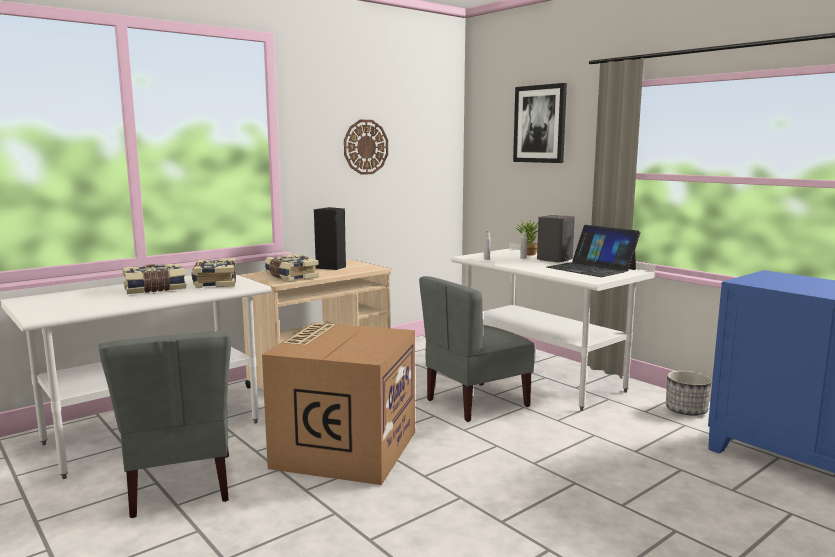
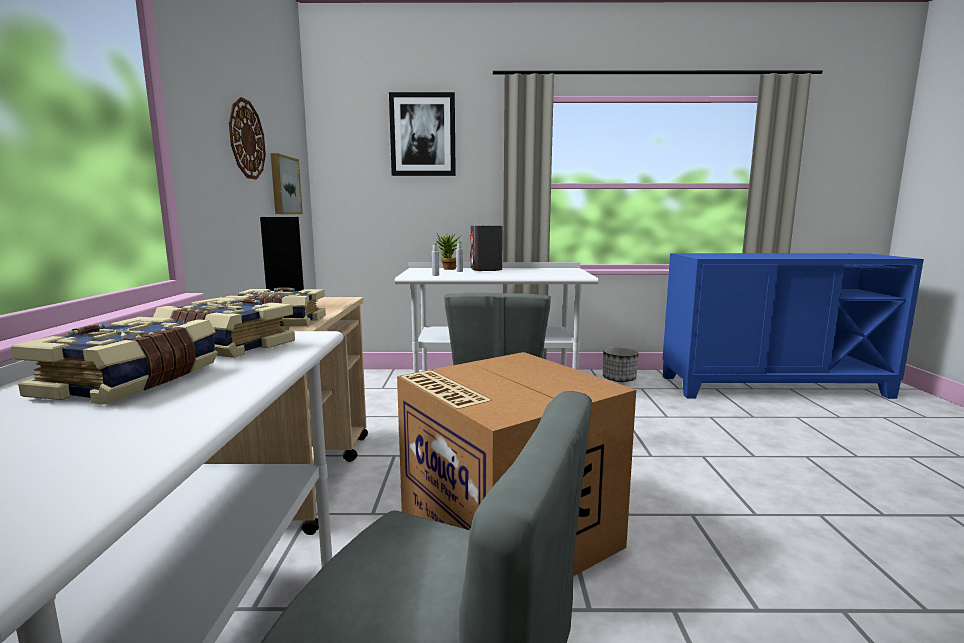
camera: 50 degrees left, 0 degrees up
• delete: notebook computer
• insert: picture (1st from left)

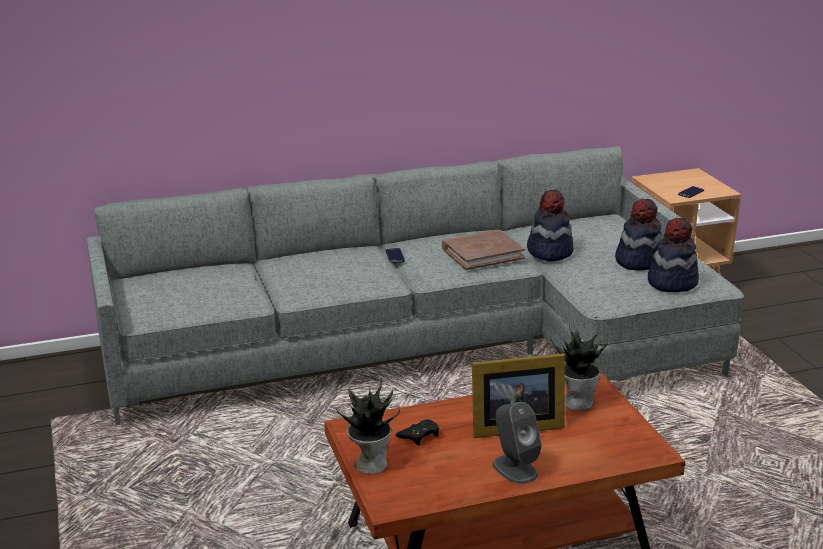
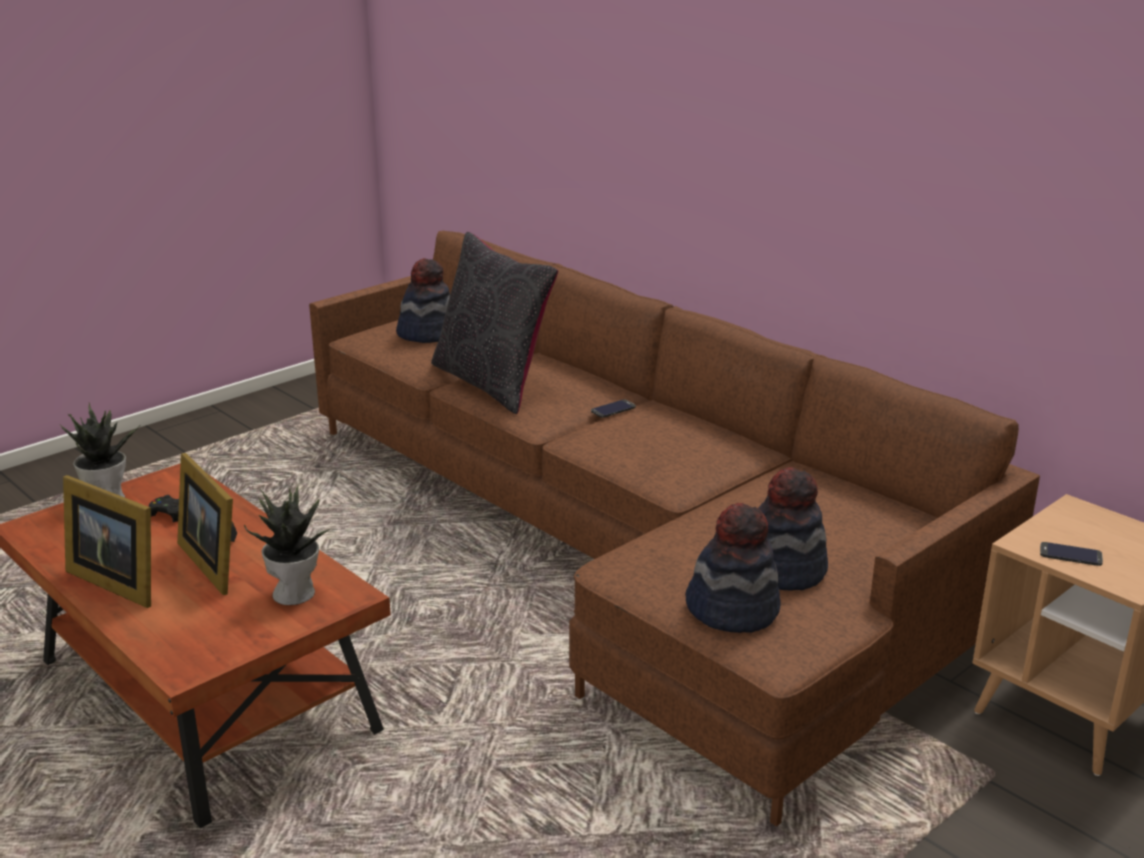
camera: 65 degrees right, 0 degrees up
• delete: brown-coloured bound book
• insert: blackish throw pillow
• move: hat (1st from left)
• replace: gray speaker to standing frame (1st from left)
• recolor: gray couch to brown-coloured couch

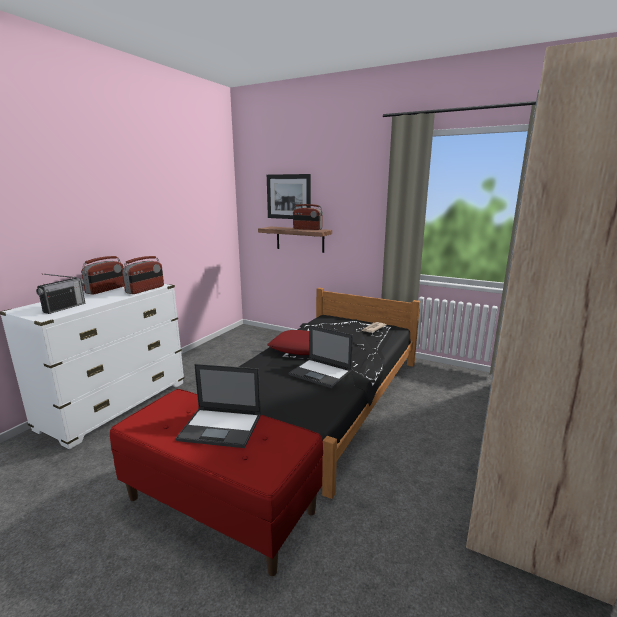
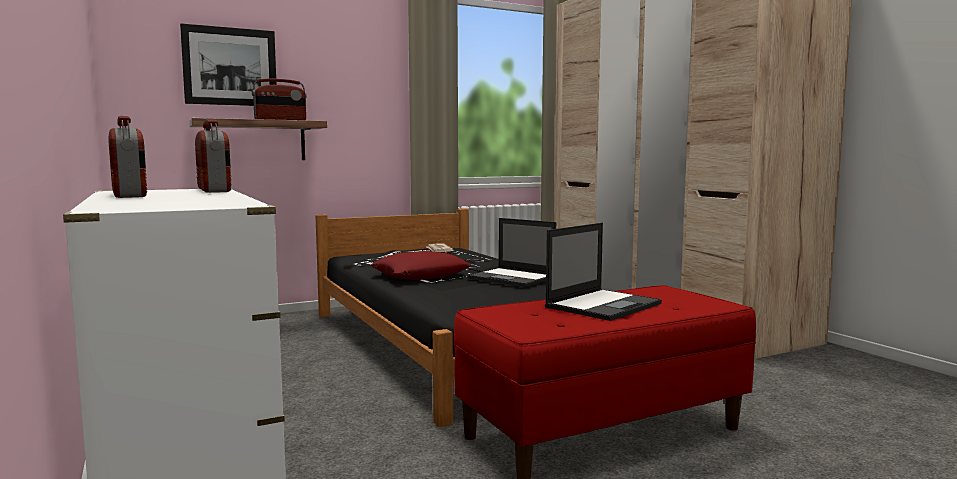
camera: 55 degrees left, 10 degrees down
• delete: radio set (1st from left)
• rotate: notebook computer (2nd from left in the first image) 60 degrees clockwise

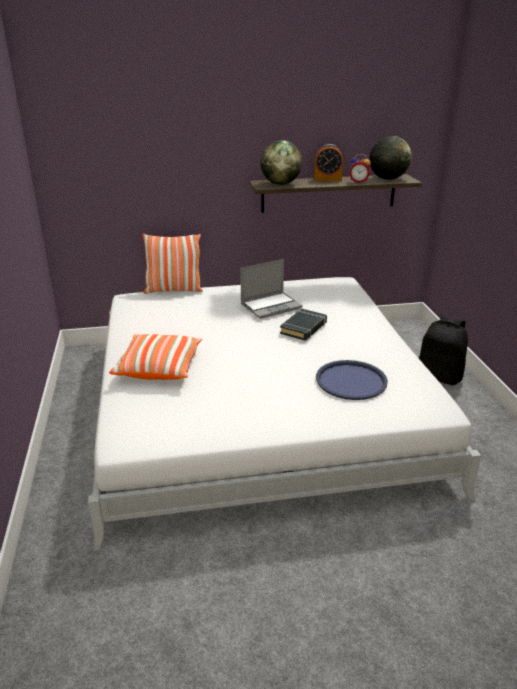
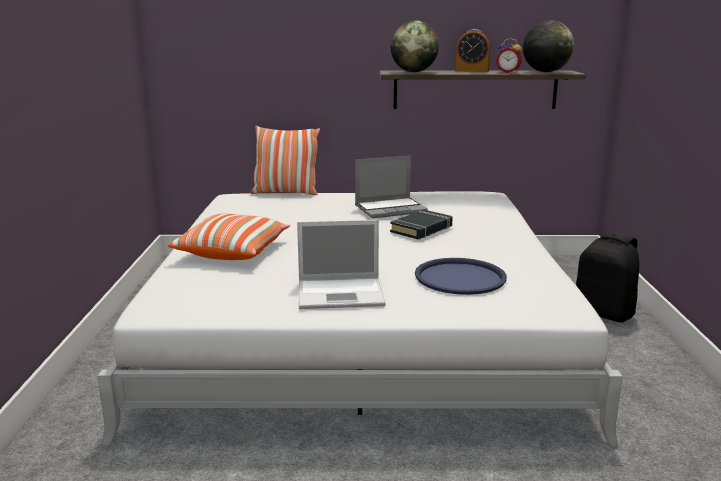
camera: 10 degrees right, 10 degrees down
• insert: notebook computer (1st from left)

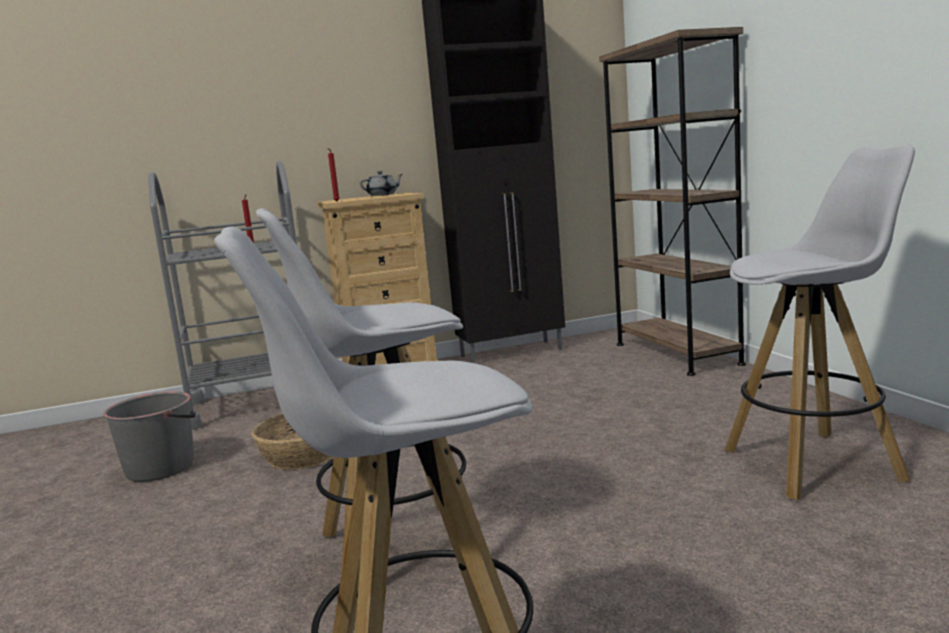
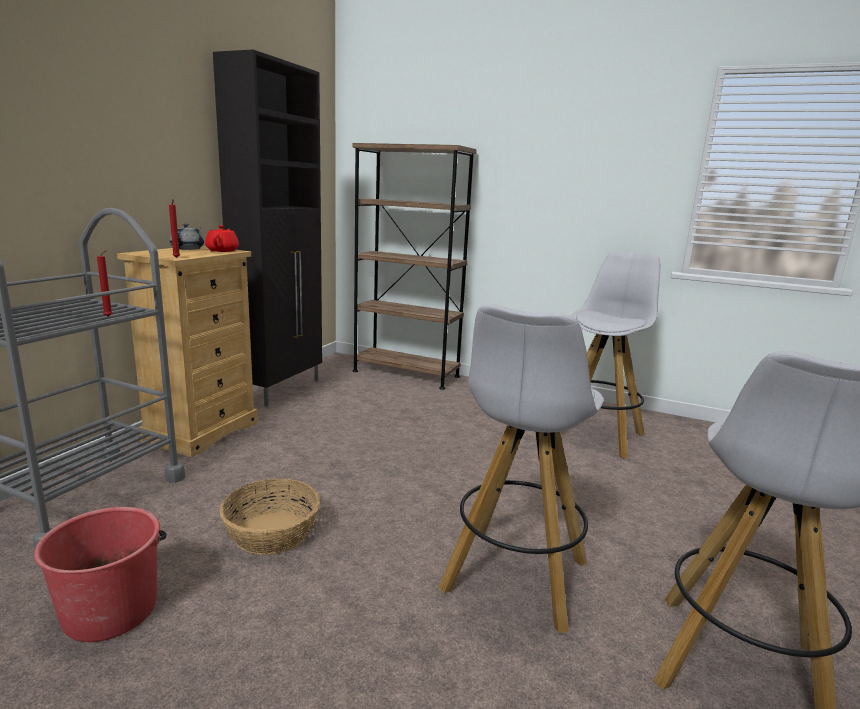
camera: 50 degrees left, 5 degrees up
• insert: reddish pot for tea
• recolor: gray water bucket to reddish water bucket

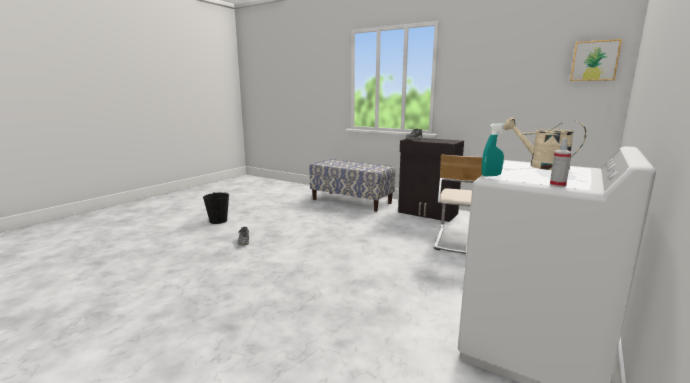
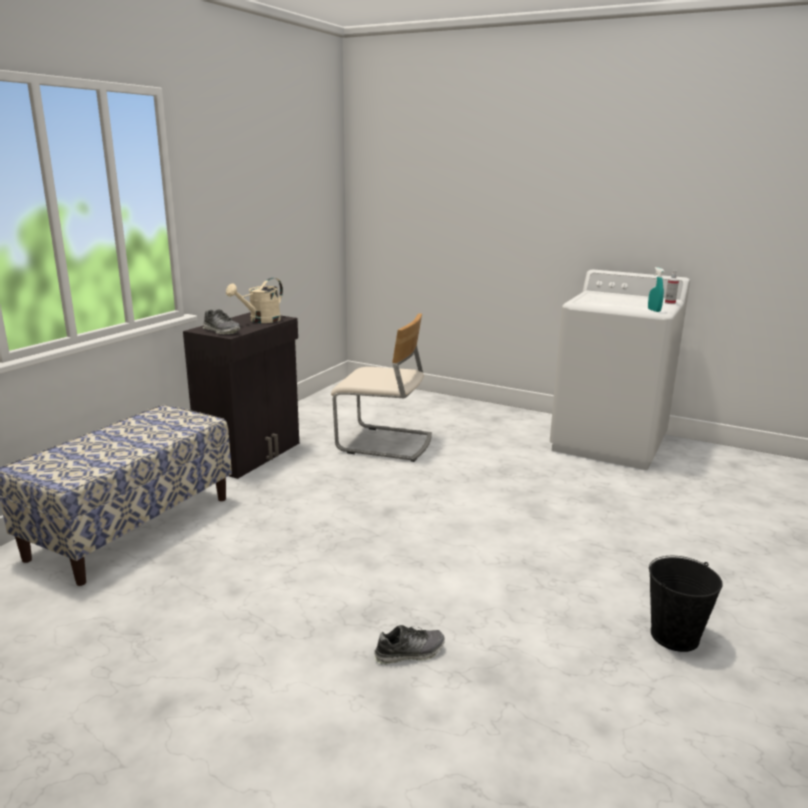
camera: 95 degrees left, 5 degrees up
• delete: picture
• move: blackish water bucket
• move: sand-coloured watering can

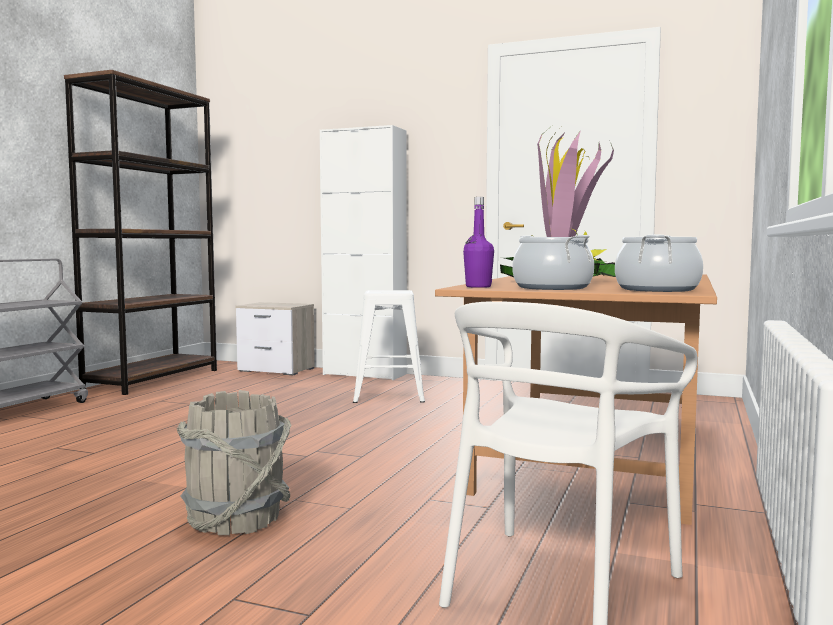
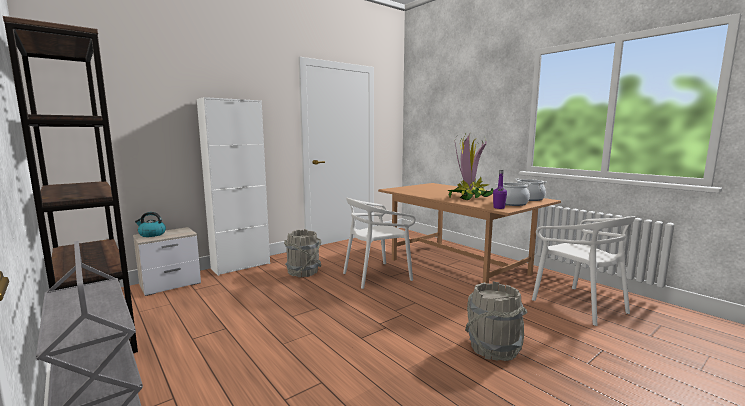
camera: 60 degrees left, 5 degrees up
• insert: tea kettle
• insert: white-coloured upright chair (1st from left)
• replace: white-coloured stool to gray water bucket (1st from left)

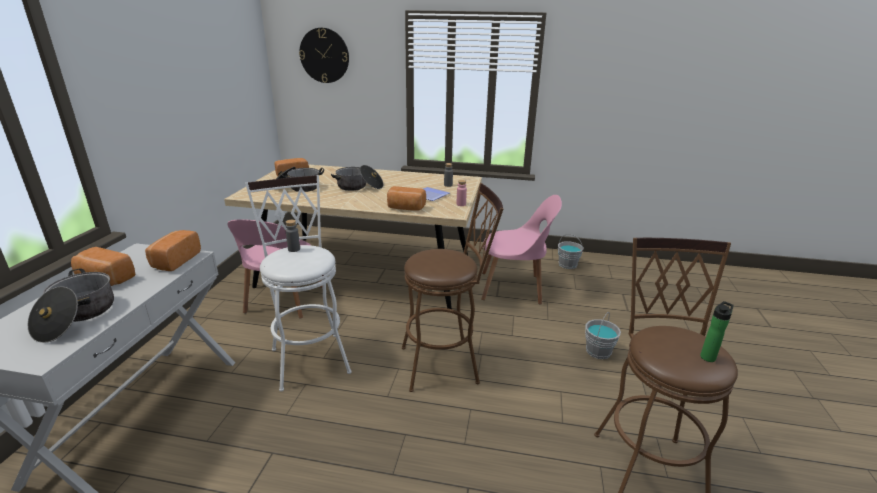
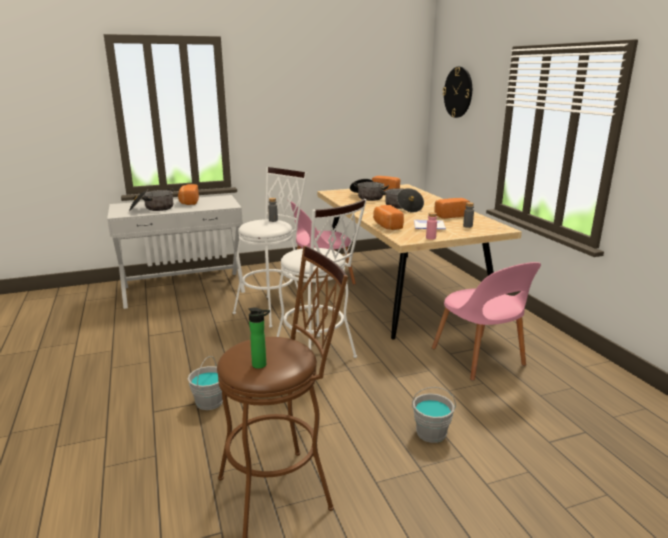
camera: 60 degrees right, 5 degrees down
• move: baked bread (2nd from left in the first image) to baked bread (4th from left)
• move: gray water bucket (1st from left)
• recolor: brown-coloured stool (1st from left) to white-coloured stool (2nd from left)

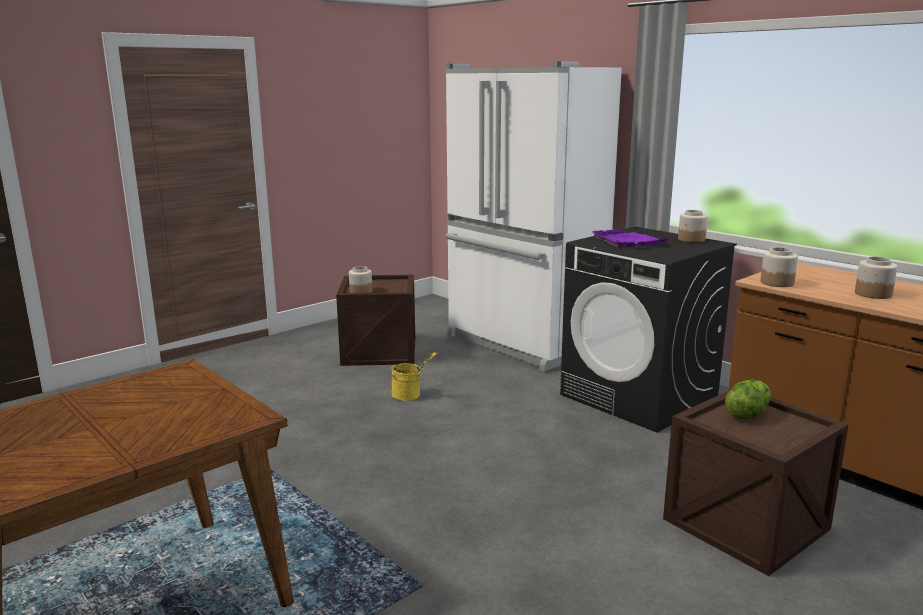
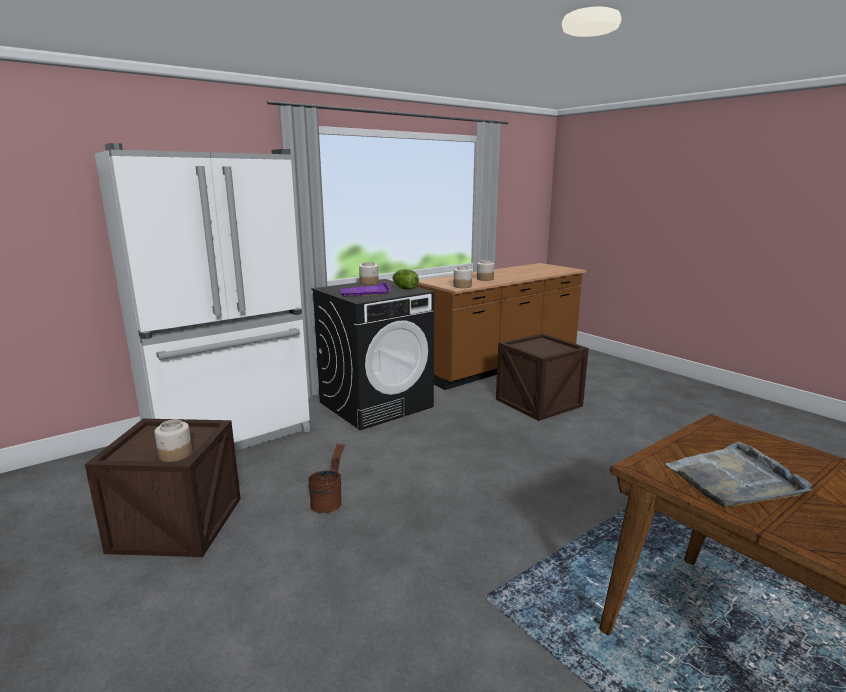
camera: 85 degrees left, 0 degrees up
• insert: gray carrying tray
• move: head of lettuce
• recolor: yellowish water bucket to brown-coloured water bucket

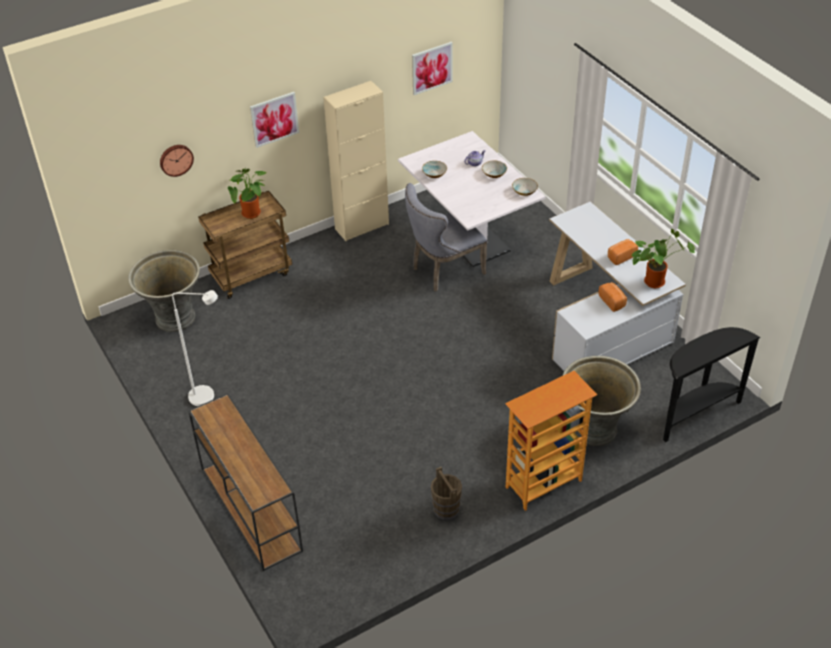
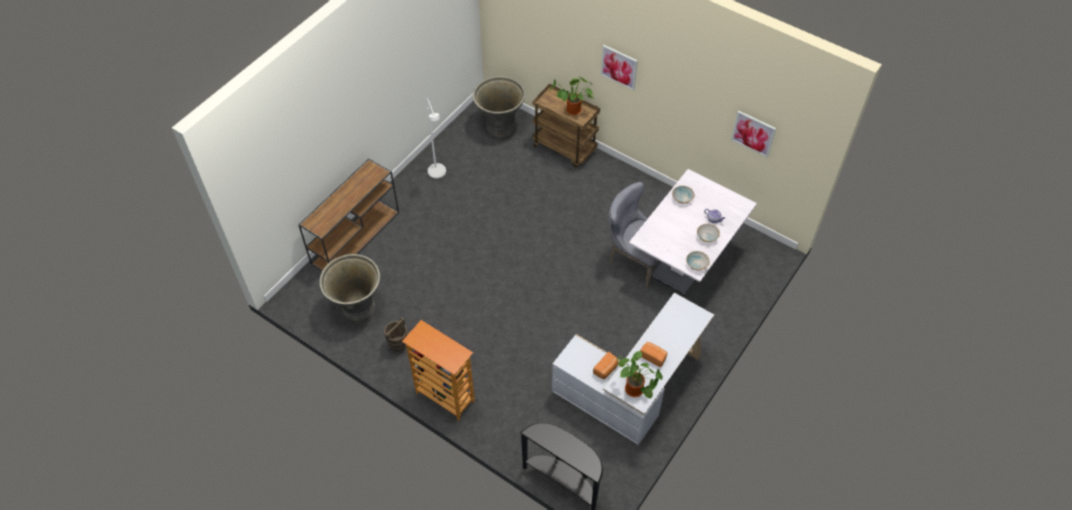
camera: 65 degrees right, 10 degrees up
• delete: clock on the wall
• delete: sand-coloured cabinet
• move: gray plant pot (2nd from left in the first image) to gray plant pot (1st from left)

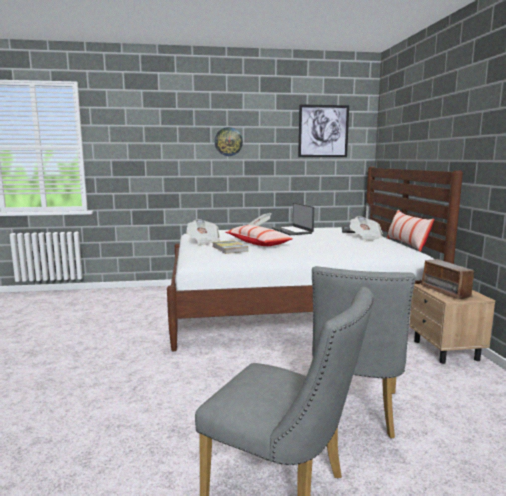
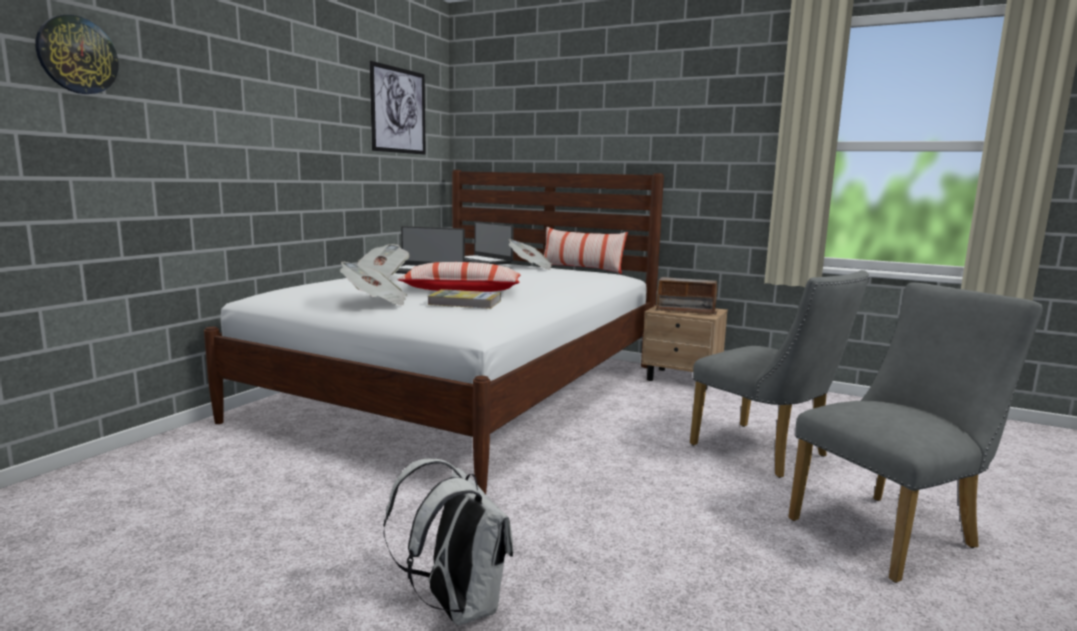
camera: 55 degrees left, 0 degrees up
• insert: white-coloured backpack
• move: clock on the wall

